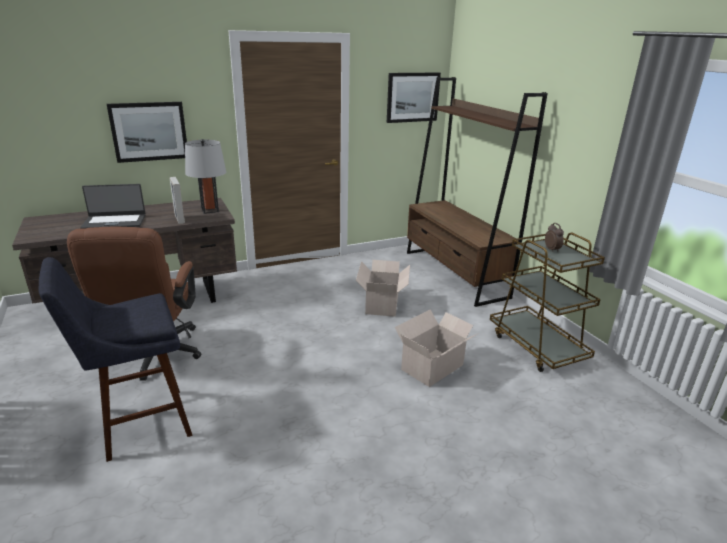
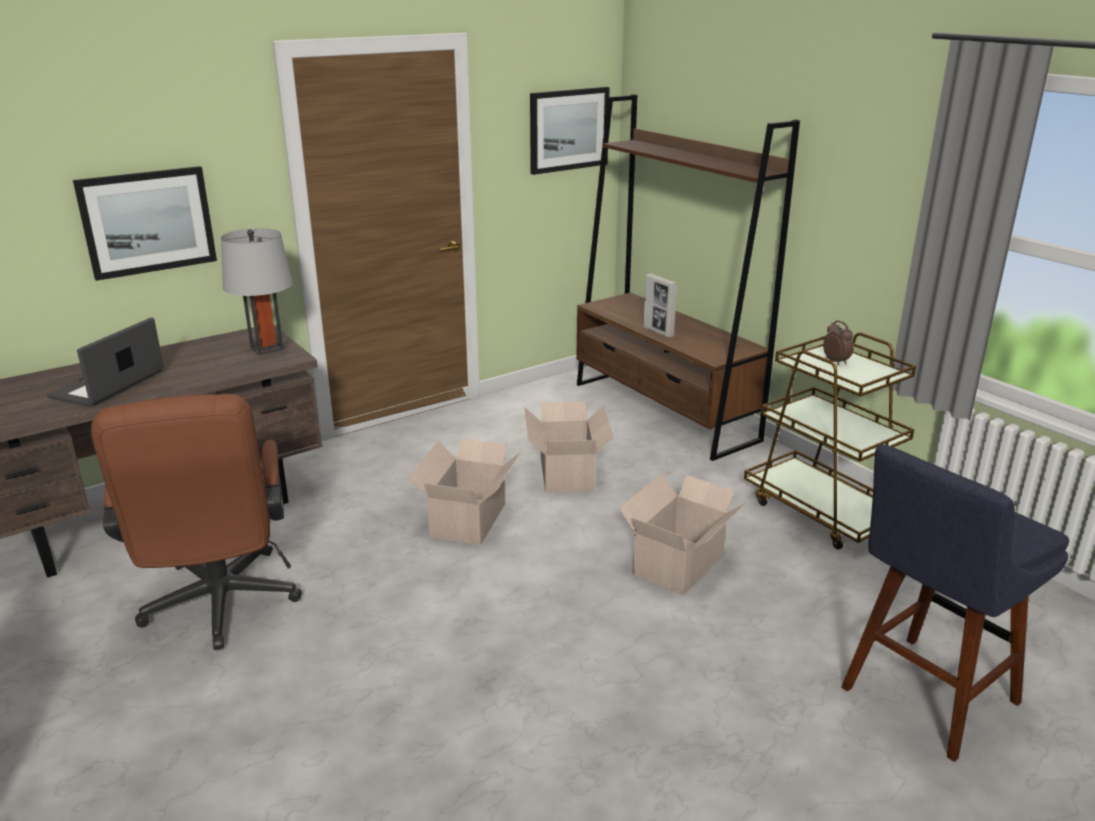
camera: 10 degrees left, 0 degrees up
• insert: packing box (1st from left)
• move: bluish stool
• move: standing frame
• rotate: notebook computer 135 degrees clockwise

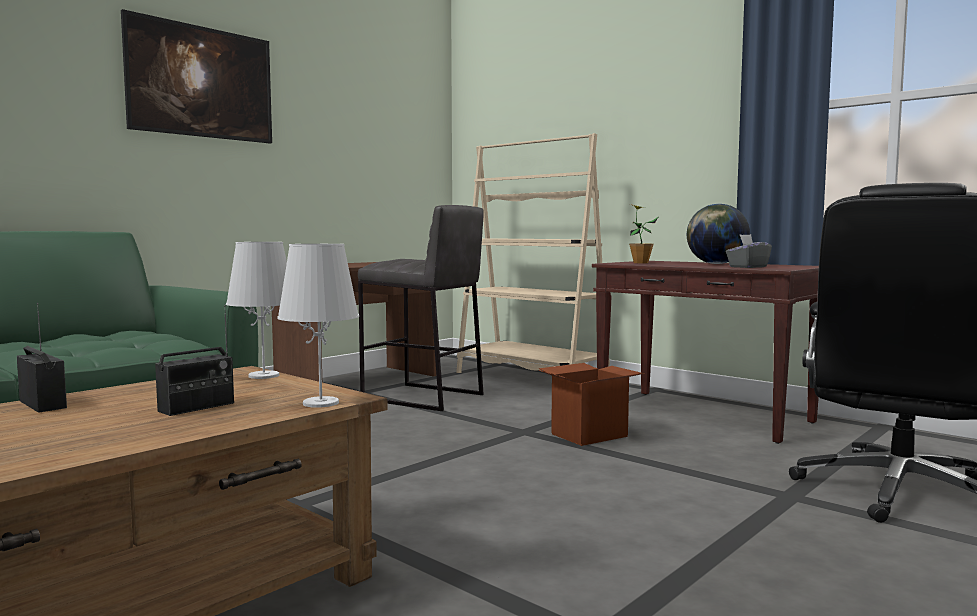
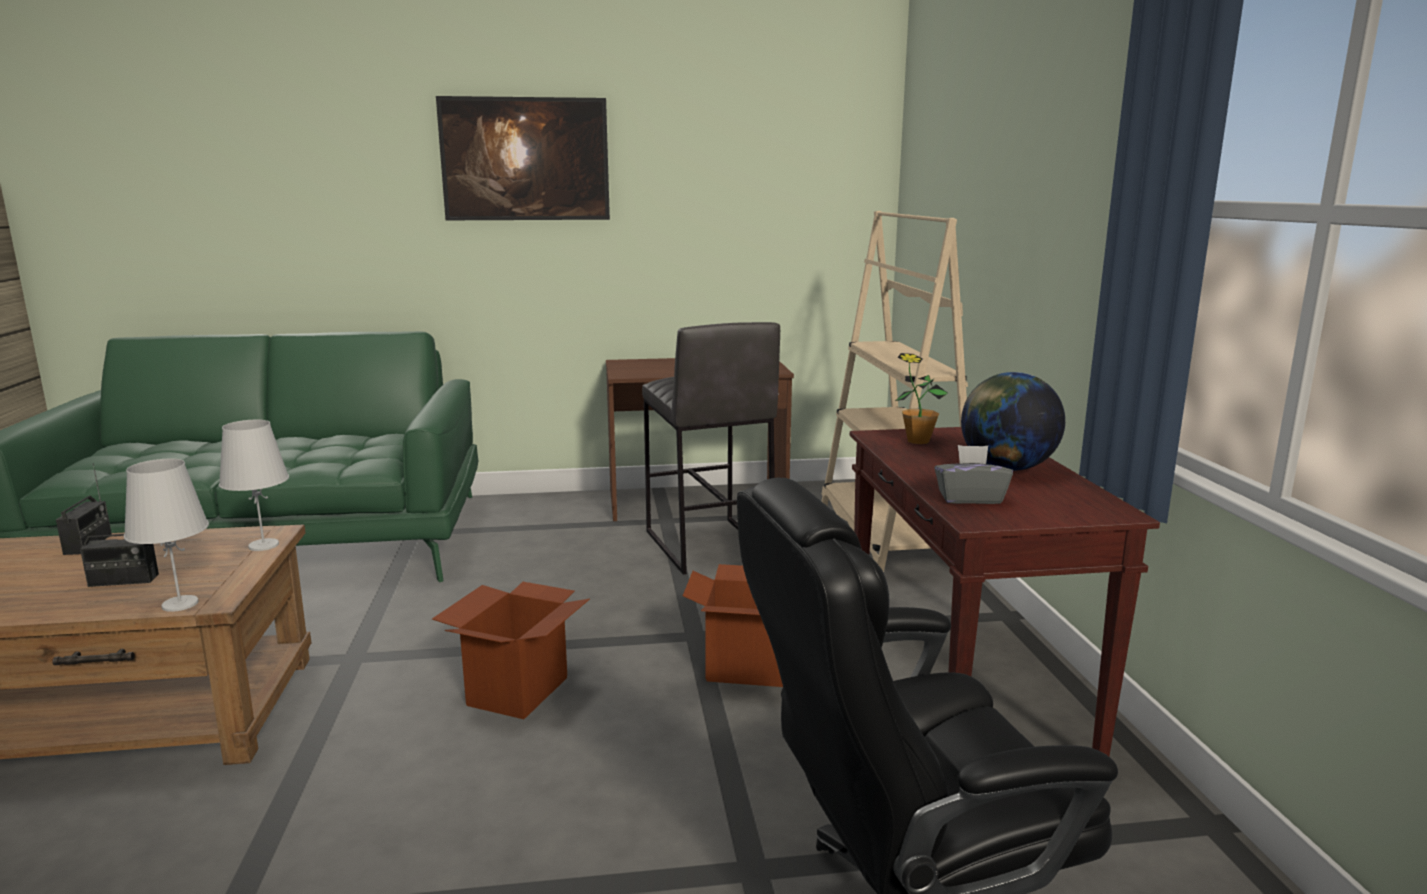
camera: 40 degrees right, 10 degrees up
• insert: packing box (1st from left)

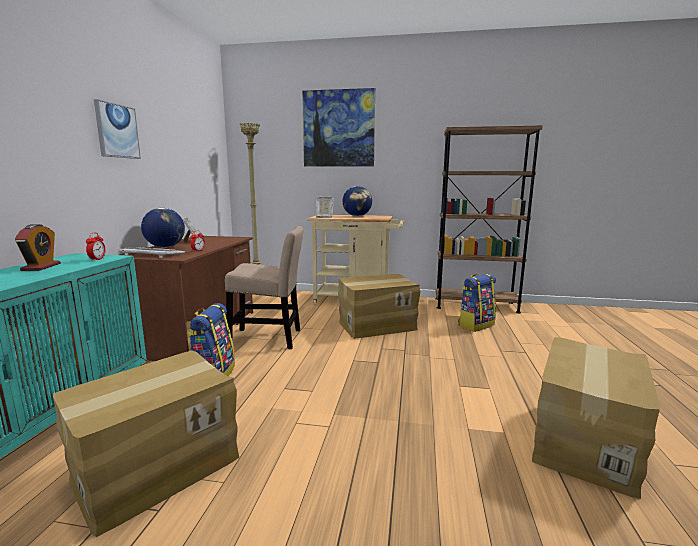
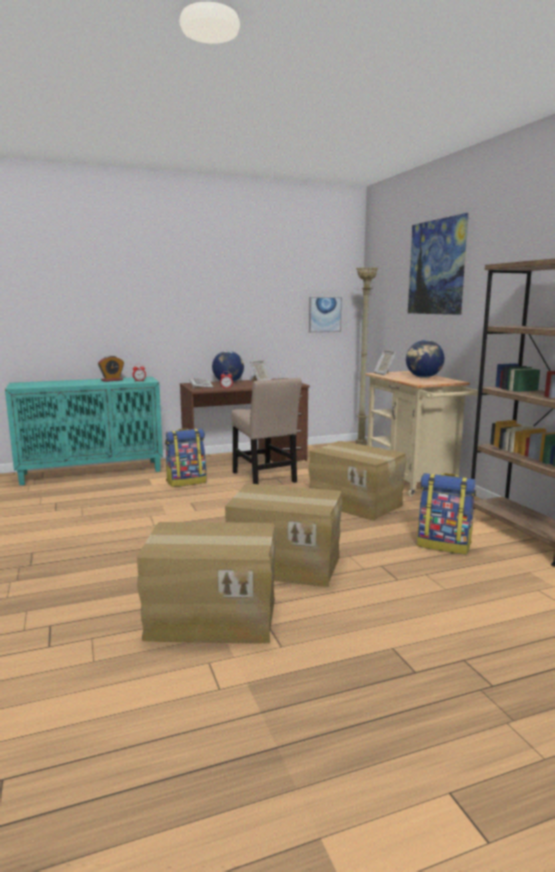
camera: 60 degrees right, 0 degrees up
• move: packing box (1st from left in the first image) to packing box (2nd from left)
• move: picture (1st from left)

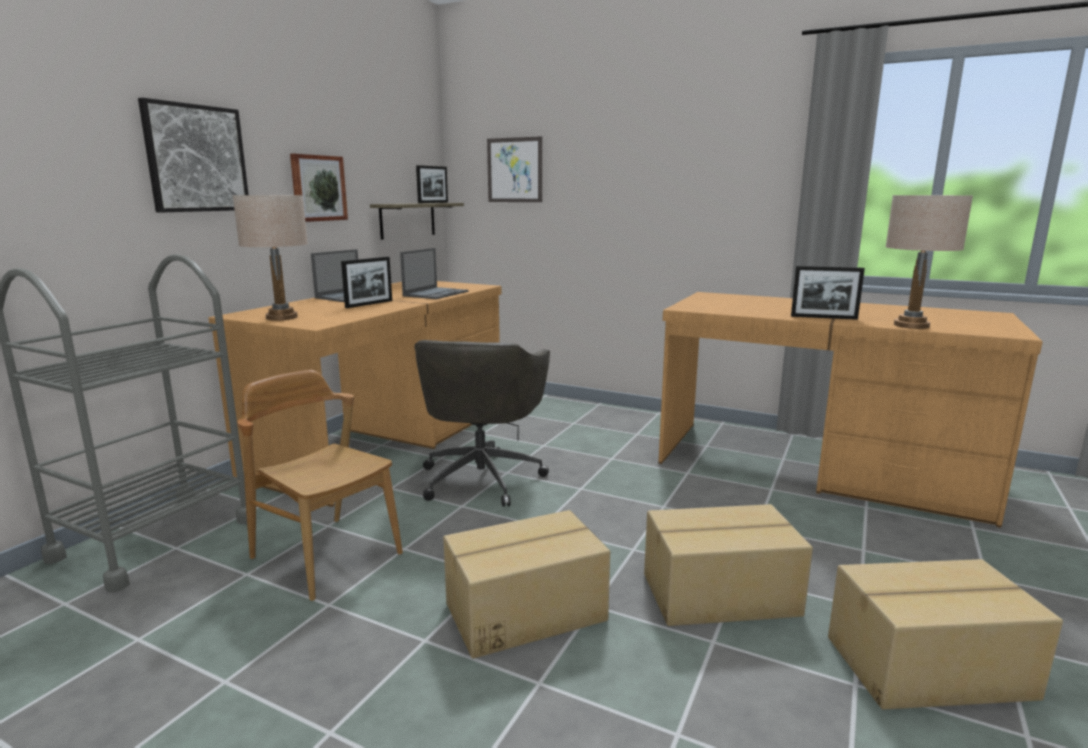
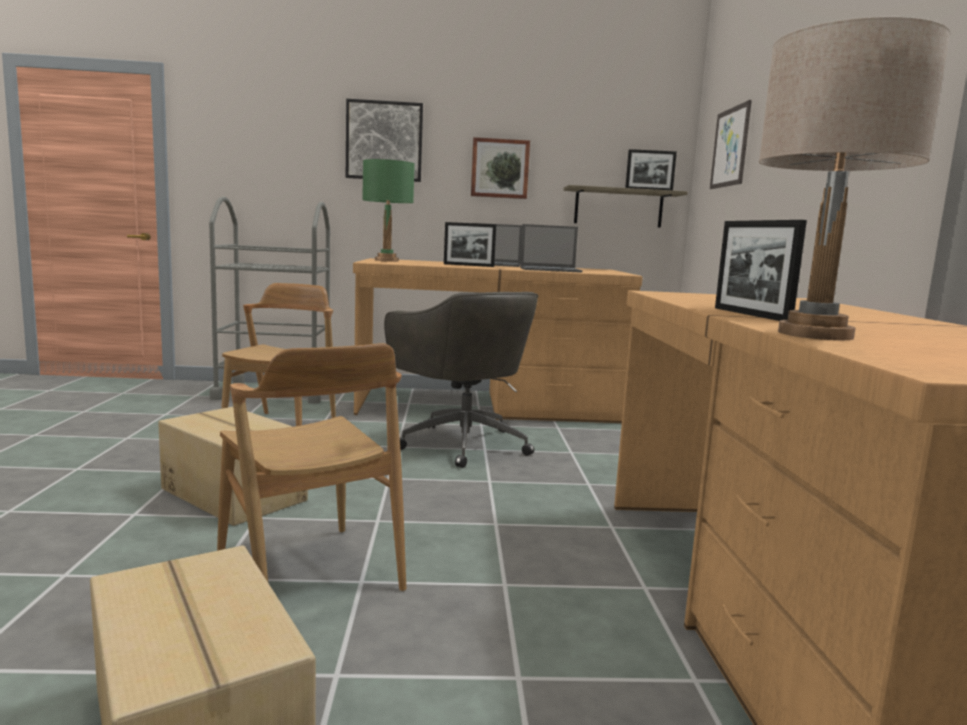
camera: 60 degrees right, 5 degrees down
• replace: packing box (2nd from left) to brown-coloured upright chair (2nd from left)
• recolor: sand-coloured table lamp (1st from left) to green-coloured table lamp
• rotate: gray desk chair 105 degrees counterclockwise

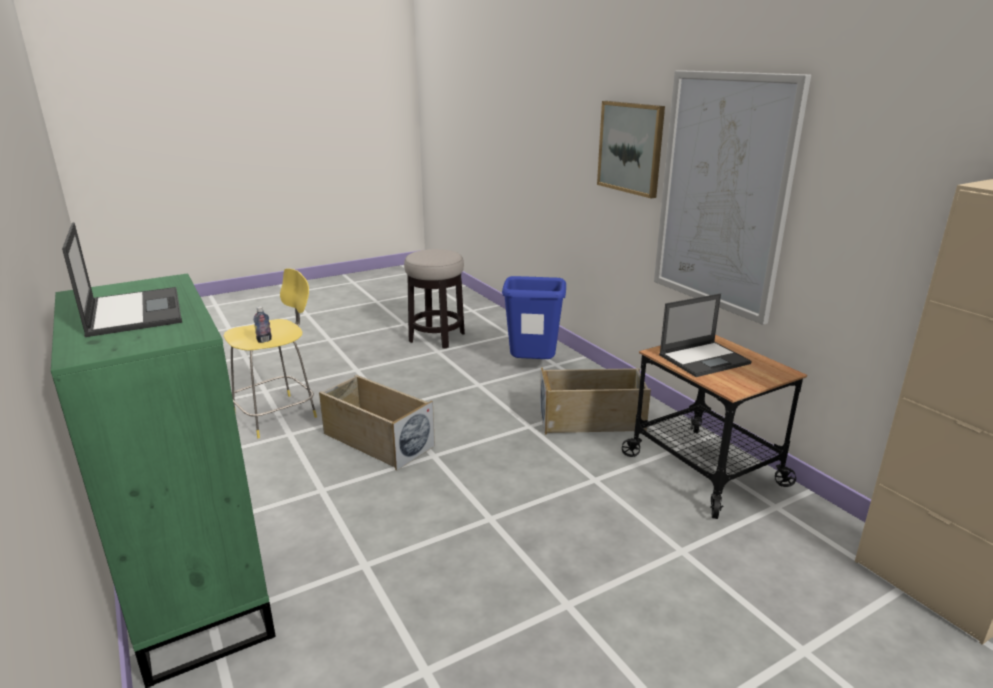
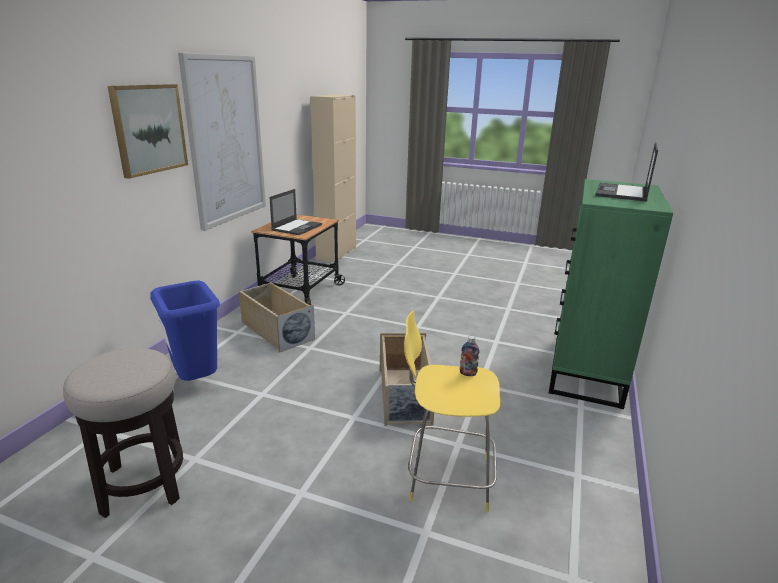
camera: 130 degrees left, 0 degrees up
• rotate: notebook computer (2nd from left in the first image) 90 degrees clockwise

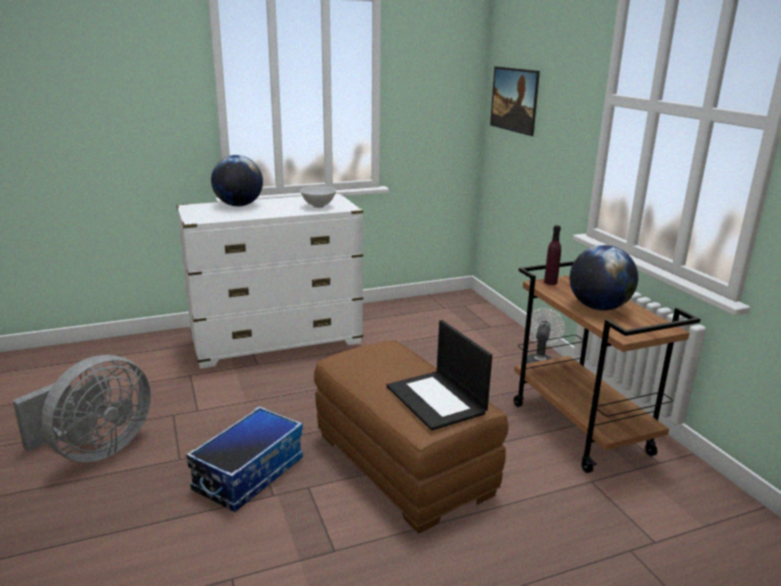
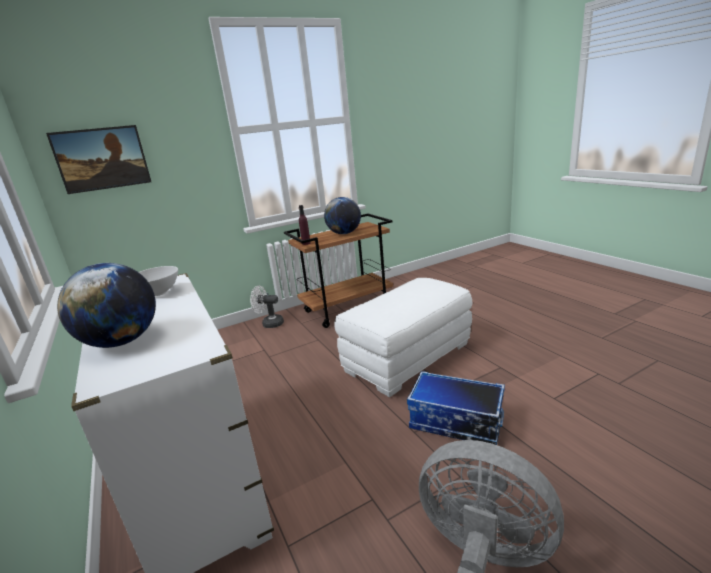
camera: 95 degrees left, 0 degrees up
• delete: notebook computer
• recolor: brown-coloured footrest to white-coloured footrest

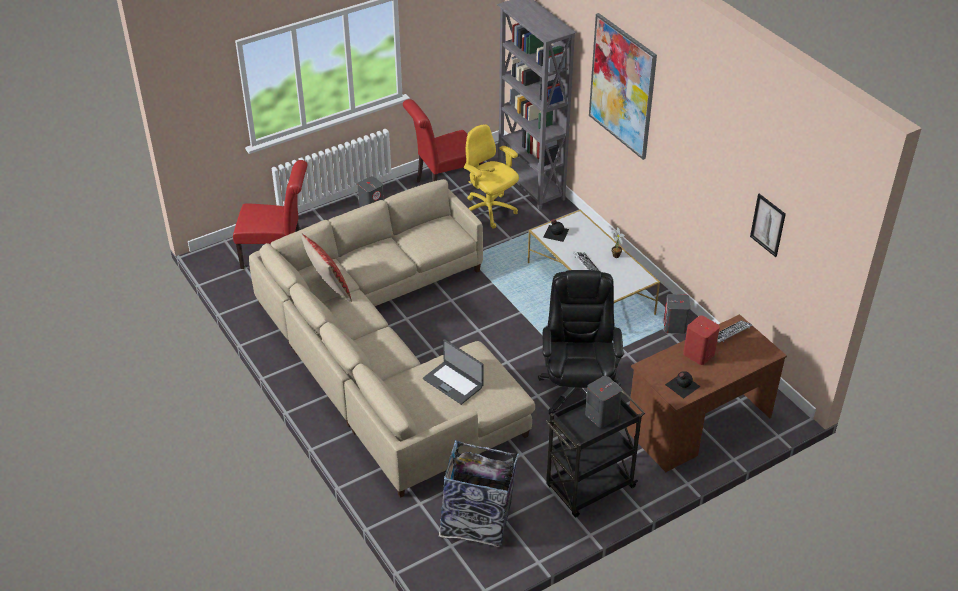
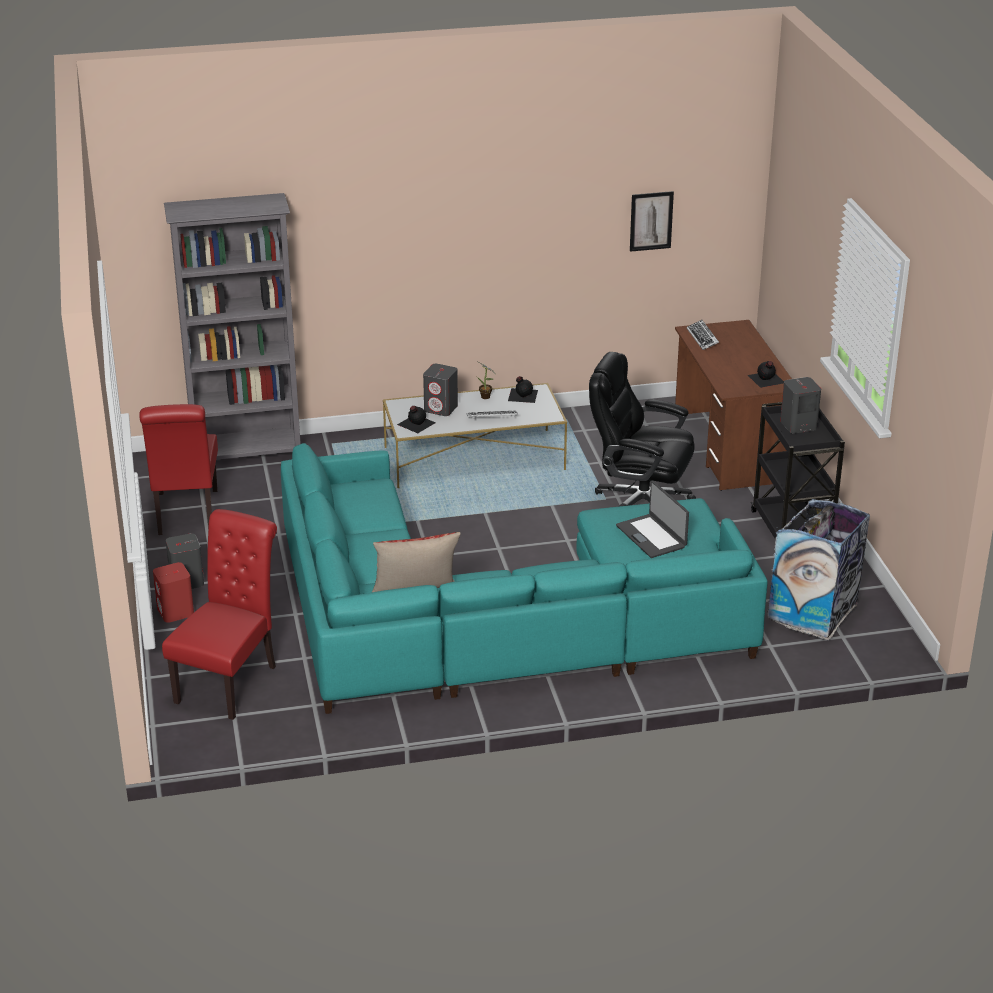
camera: 70 degrees left, 10 degrees down
• delete: yellowish desk chair
• delete: picture (1st from left)
• insert: blackish drink bottle (2nd from left)
• move: gray speaker (3rd from left in the first image) to gray speaker (2nd from left)
• move: reddish speaker
• recolor: sand-coloured couch to turquoise-coloured couch
• rotate: notebook computer 90 degrees clockwise

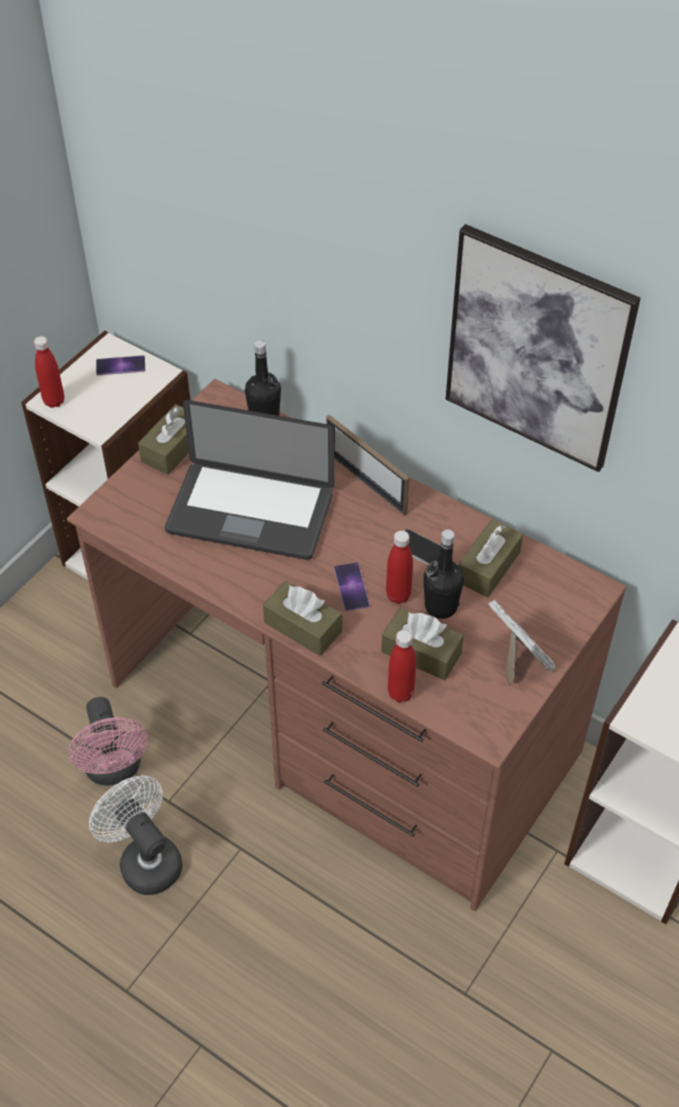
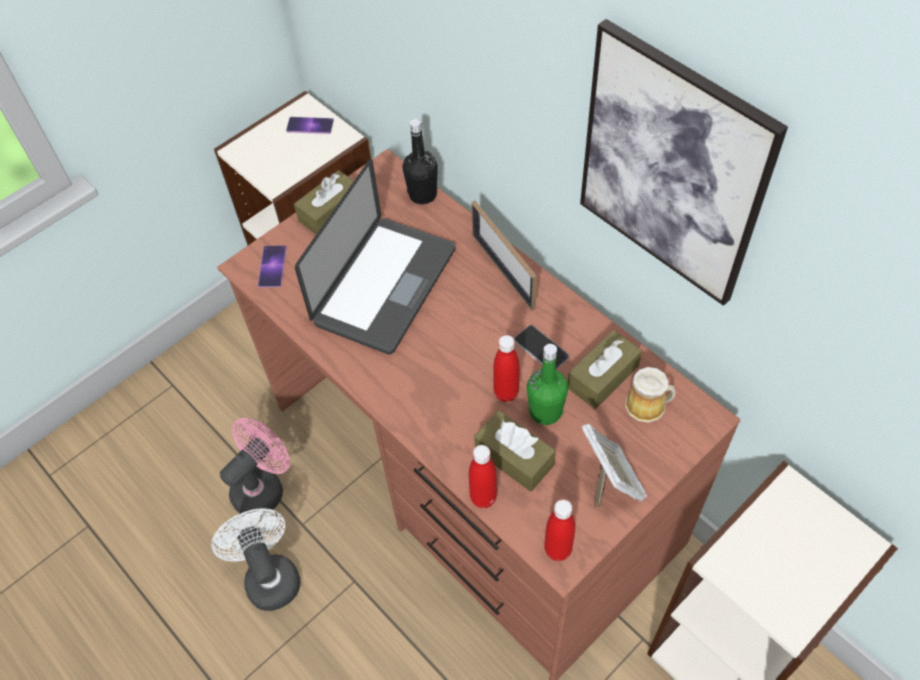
camera: 15 degrees right, 5 degrees up
• delete: brown-coloured box of tissues (2nd from left)
• insert: tea mug
• move: reddish drink bottle (1st from left in the first image) to reddish drink bottle (3rd from left)
• move: telephone (2nd from left in the first image) to telephone (1st from left)
• recolor: blackish drink bottle (2nd from left) to green-coloured drink bottle
• rotate: pinkish fan 135 degrees counterclockwise
• rotate: notebook computer 90 degrees counterclockwise

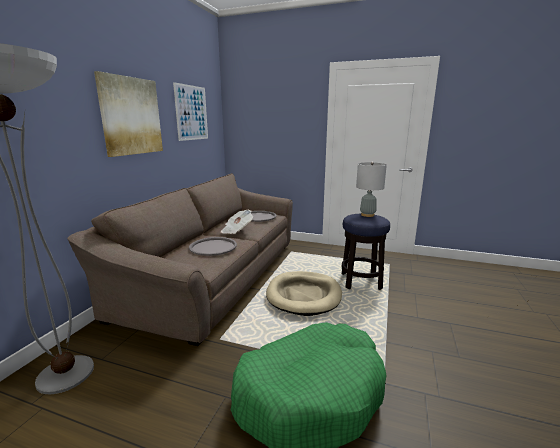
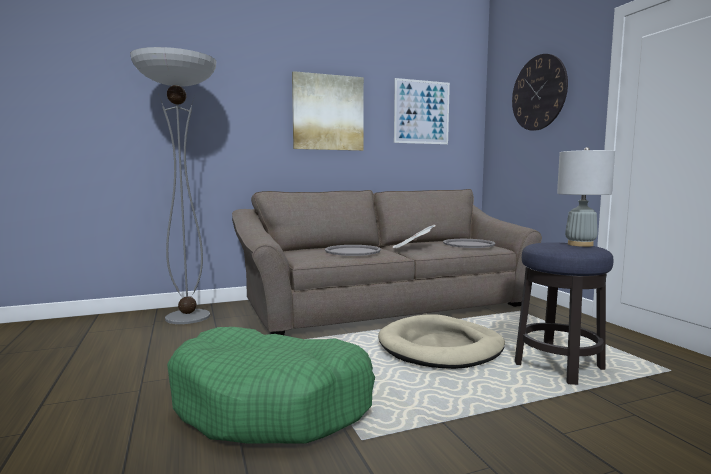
camera: 50 degrees right, 10 degrees down
• insert: clock on the wall

